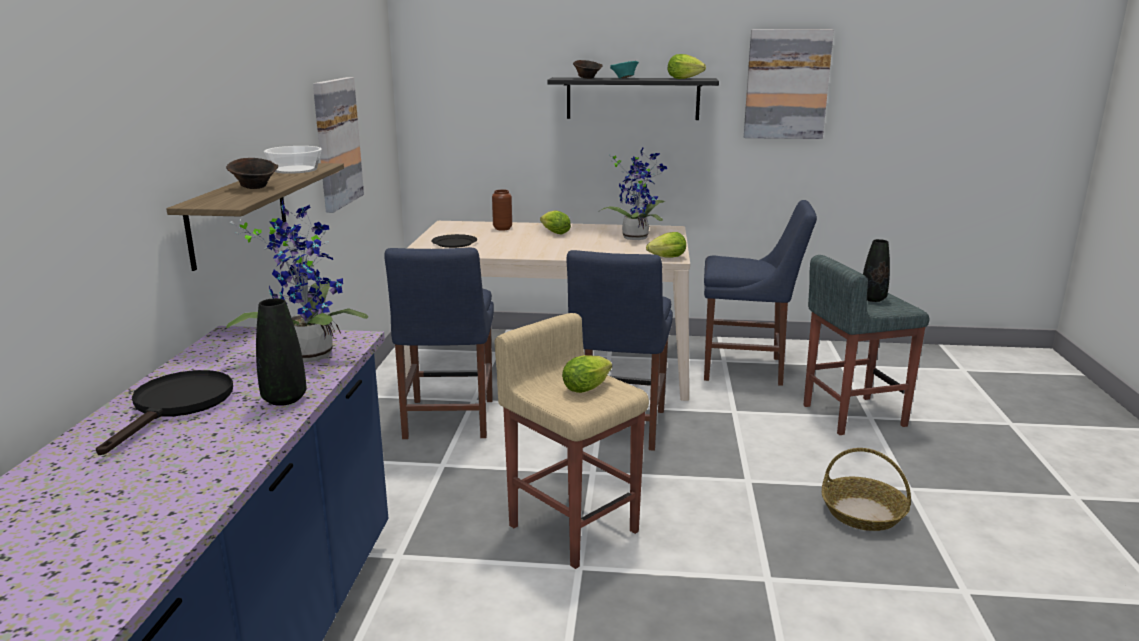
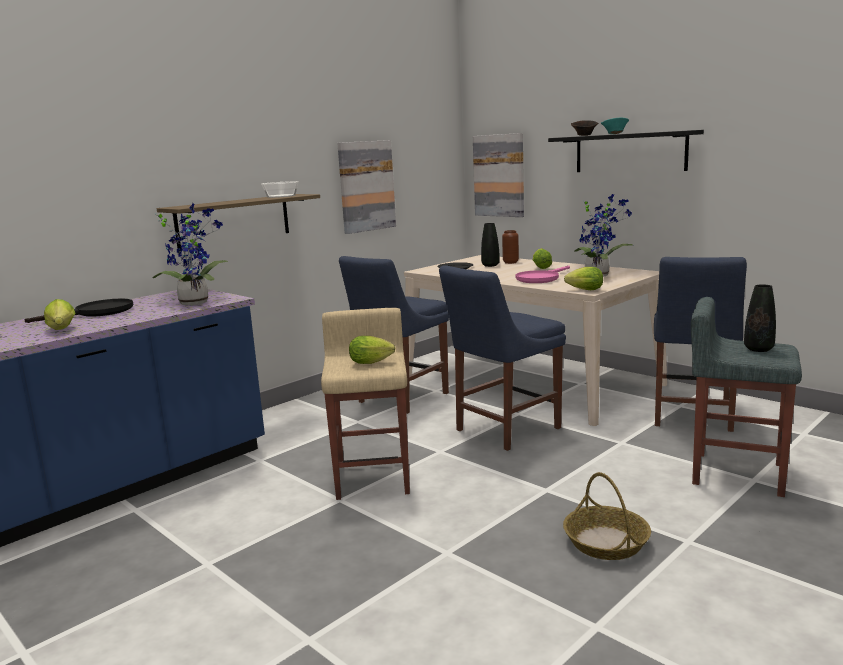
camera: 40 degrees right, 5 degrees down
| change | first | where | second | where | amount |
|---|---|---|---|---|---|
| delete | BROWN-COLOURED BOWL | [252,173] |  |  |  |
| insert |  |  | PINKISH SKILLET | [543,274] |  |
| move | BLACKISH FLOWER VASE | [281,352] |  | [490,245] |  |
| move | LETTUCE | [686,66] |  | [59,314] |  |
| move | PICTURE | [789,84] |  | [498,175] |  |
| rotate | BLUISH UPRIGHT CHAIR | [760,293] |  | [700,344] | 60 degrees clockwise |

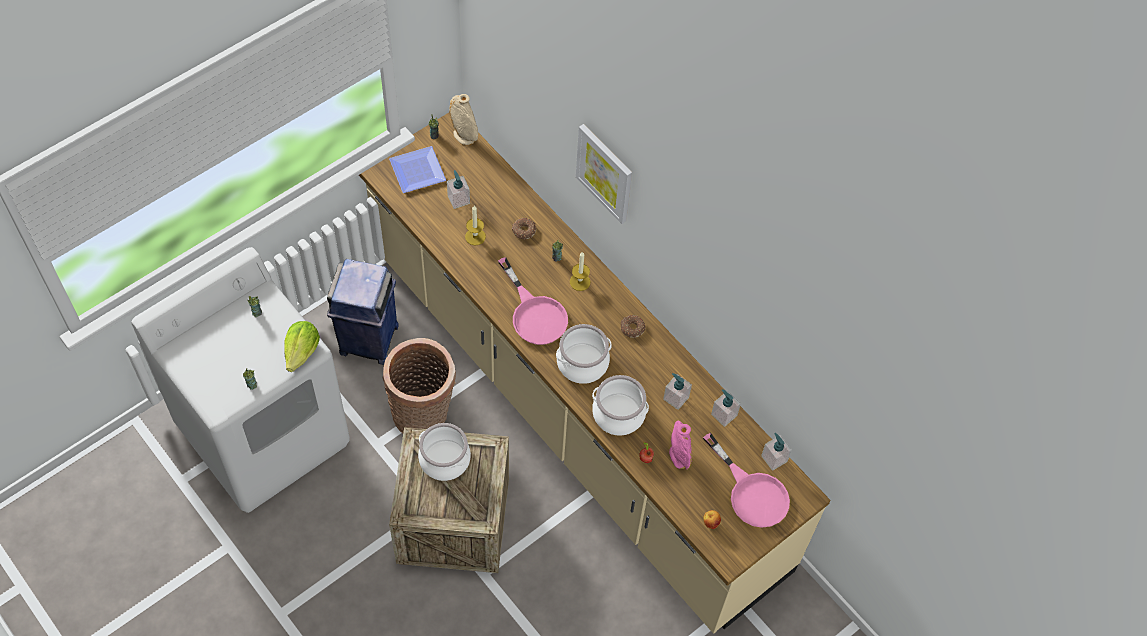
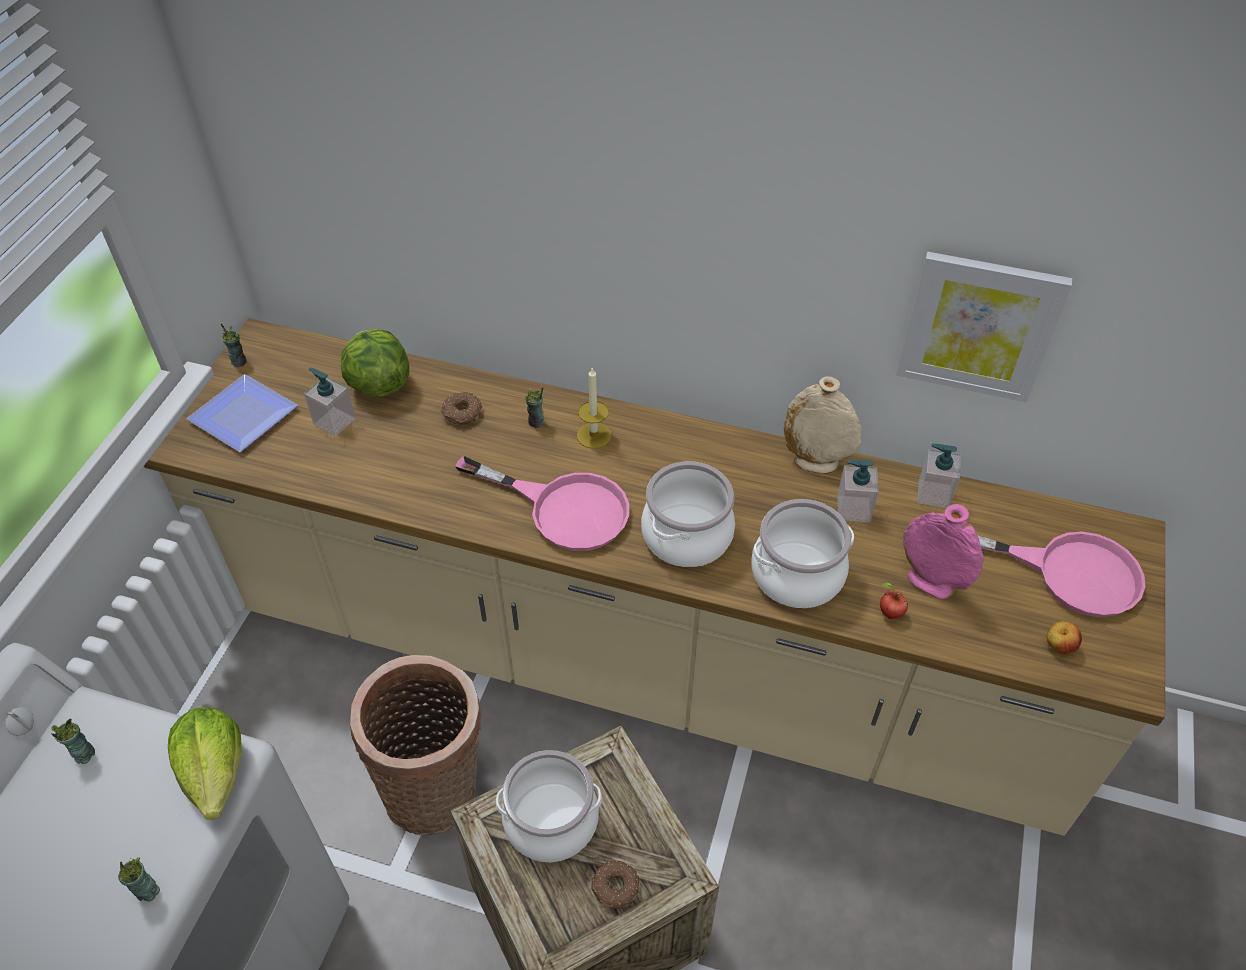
camera: 30 degrees left, 10 degrees down
| change | first | where | second | where | amount |
|---|---|---|---|---|---|
| delete | BLUISH TRASH CAN | [363,312] |  |  |  |
| delete | WAX LIGHT | [475,225] |  |  |  |
| delete | SOAP DISPENSER | [776,452] |  |  |  |
| insert |  |  | LETTUCE | [375,363] |  |
| move | BEIGE-COLOURED FLOWER VASE | [463,119] |  | [822,425] |  |
| move | PICTURE | [604,174] |  | [984,327] |  |
| move | DONUT | [633,326] |  | [615,884] |  |

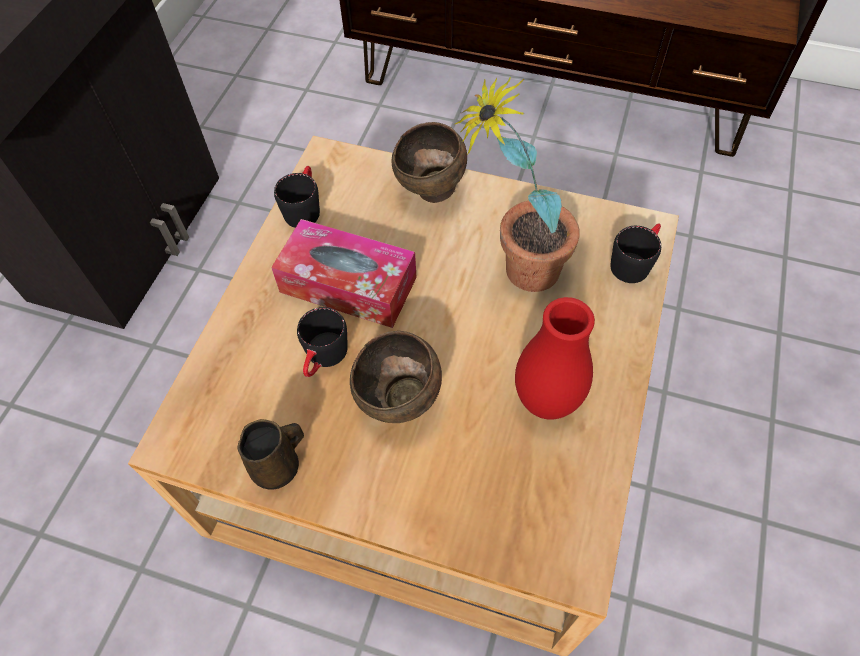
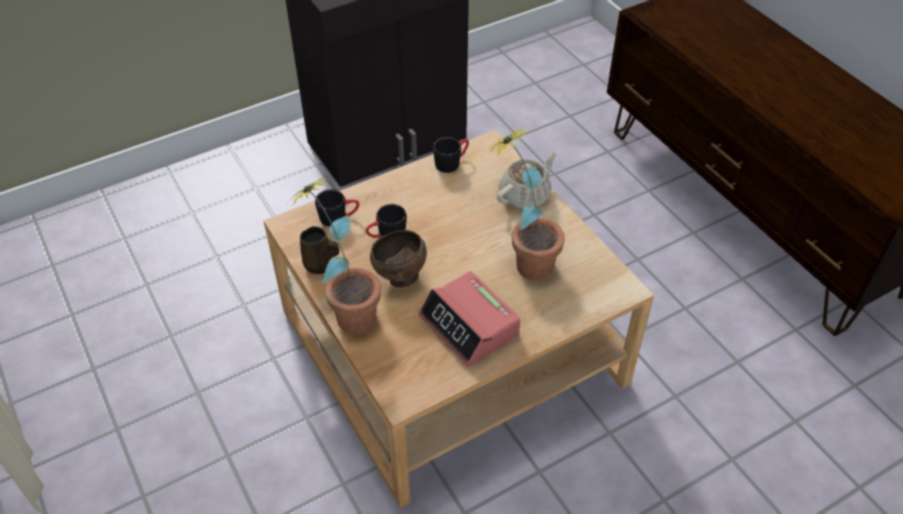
camera: 40 degrees right, 10 degrees down
| change | first | where | second | where | amount |
|---|---|---|---|---|---|
| delete | BOX OF TISSUES | [344,273] |  |  |  |
| insert |  |  | POTTED PLANT | [335,255] |  |
| move | BLACKISH COFFEE MUG | [636,253] |  | [337,208] |  |
| replace | BROWN-COLOURED BOWL | [429,162] | BEIGE-COLOURED TEAPOT | [527,179] |  |
| replace | RED FLOWER VASE | [555,358] | BEDSIDE CLOCK | [470,319] |  |

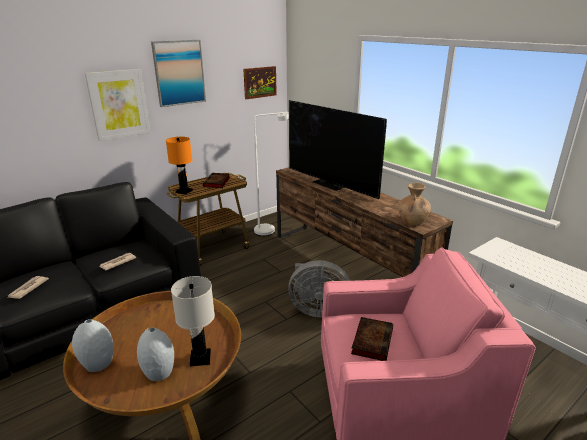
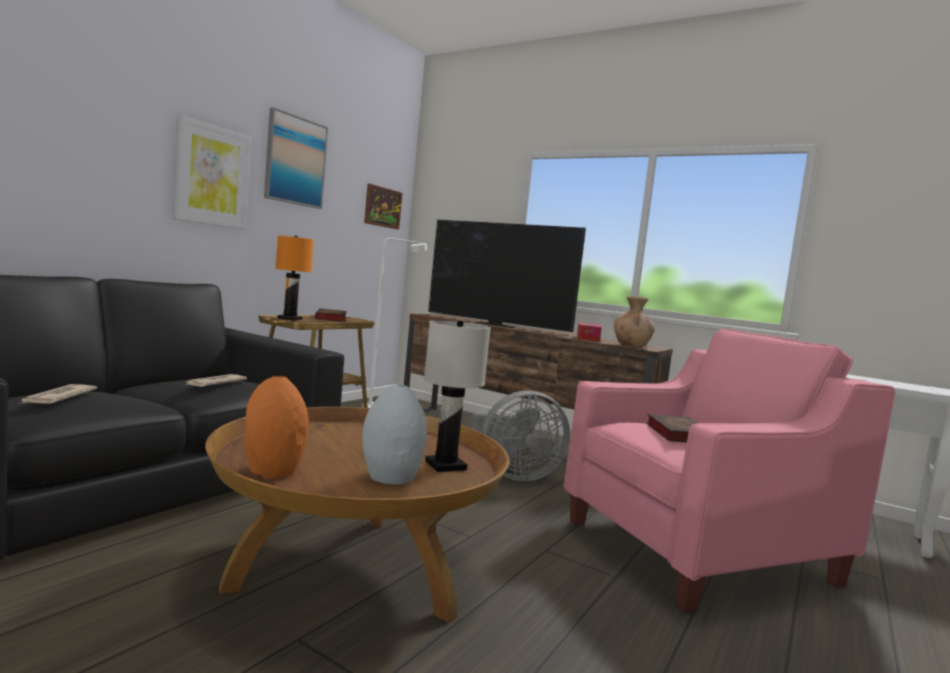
camera: 20 degrees left, 20 degrees down
| change | first | where | second | where | amount |
|---|---|---|---|---|---|
| insert |  |  | BOX OF TISSUES | [589,332] |  |
| recolor | GRAY FLOWER VASE | [93,345] | ORANGE-COLOURED FLOWER VASE | [277,427] |  |

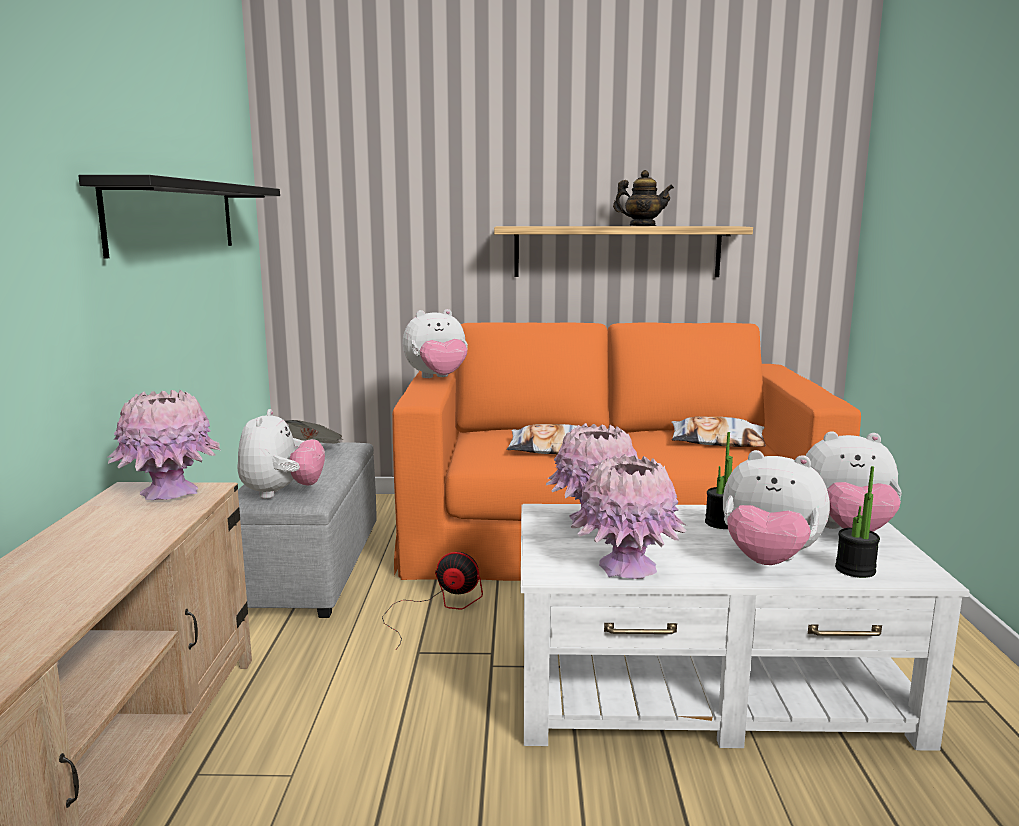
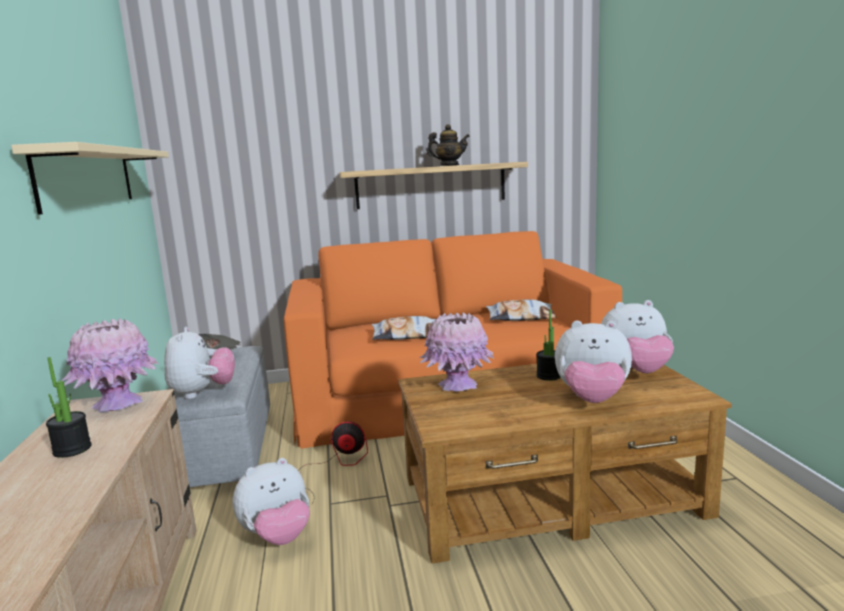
camera: 10 degrees left, 0 degrees up
| change | first | where | second | where | amount |
|---|---|---|---|---|---|
| delete | PINKISH FLOWER VASE | [629,516] |  |  |  |
| move | PLUSH TOY | [435,343] |  | [271,501] |  |
| move | POTTED PLANT | [857,522] |  | [68,407] |  |
| recolor | BLACKISH SHELF | [179,217] | BEIGE-COLOURED SHELF | [90,178] |  |
| recolor | WHITISH LOUNGE TABLE | [745,627] | BROWN-COLOURED LOUNGE TABLE | [565,464] |  |

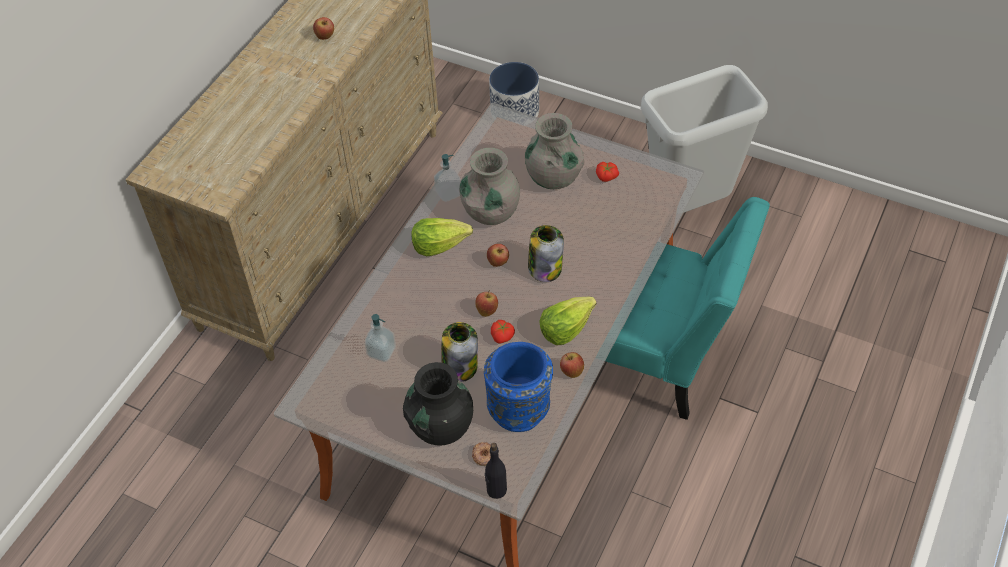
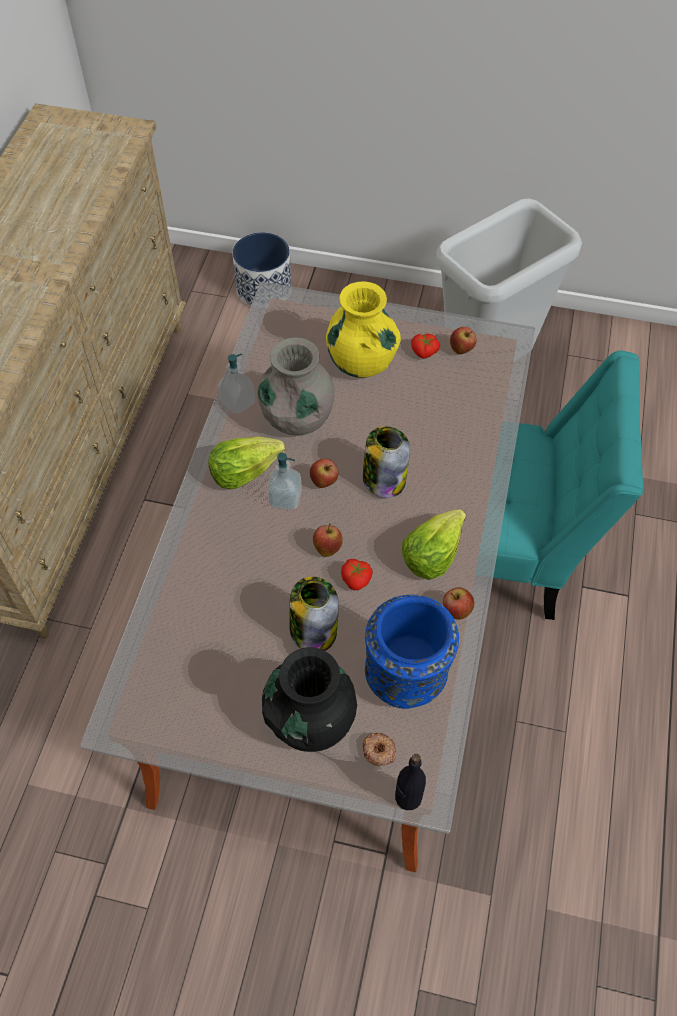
camera: 15 degrees left, 5 degrees up
| change | first | where | second | where | amount |
|---|---|---|---|---|---|
| move | APPLE | [323,28] |  | [463,340] |  |
| move | SOAP DISPENSER | [380,338] |  | [284,481] |  |
| recolor | GRAY FLOWER VASE | [554,151] | YELLOW FLOWER VASE | [363,329] |  |

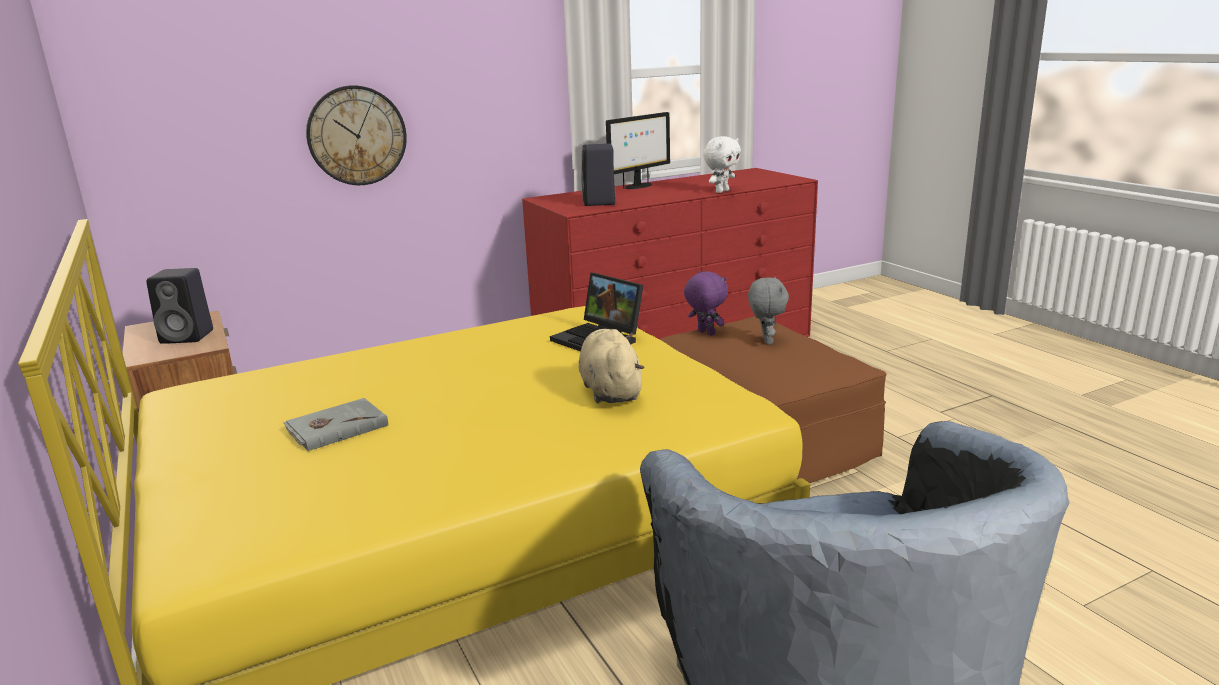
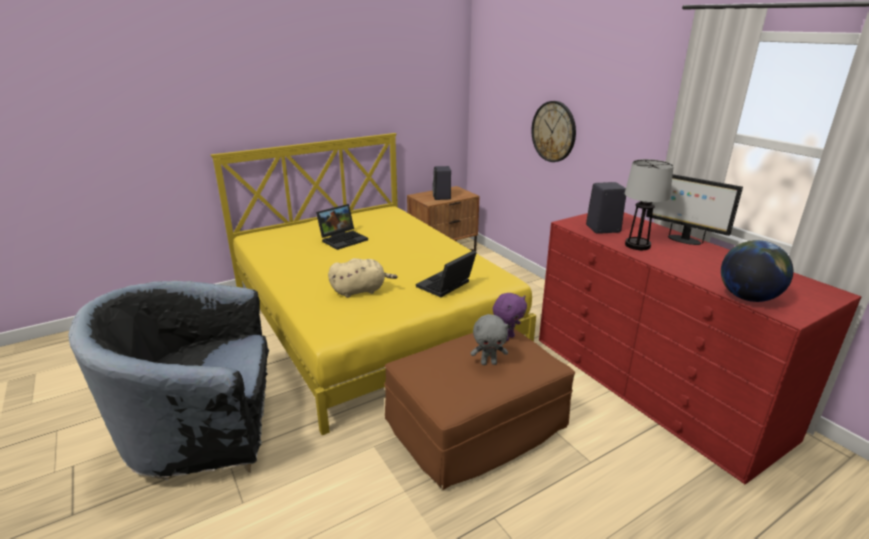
camera: 85 degrees right, 5 degrees up
| change | first | where | second | where | amount |
|---|---|---|---|---|---|
| delete | WHITISH PLUSH TOY | [722,164] |  |  |  |
| insert |  |  | TABLE LAMP | [649,204] |  |
| insert |  |  | WORLD GLOBE | [757,271] |  |
| replace | GRAY VOLUME | [335,424] | PORTABLE COMPUTER | [342,227] |  |

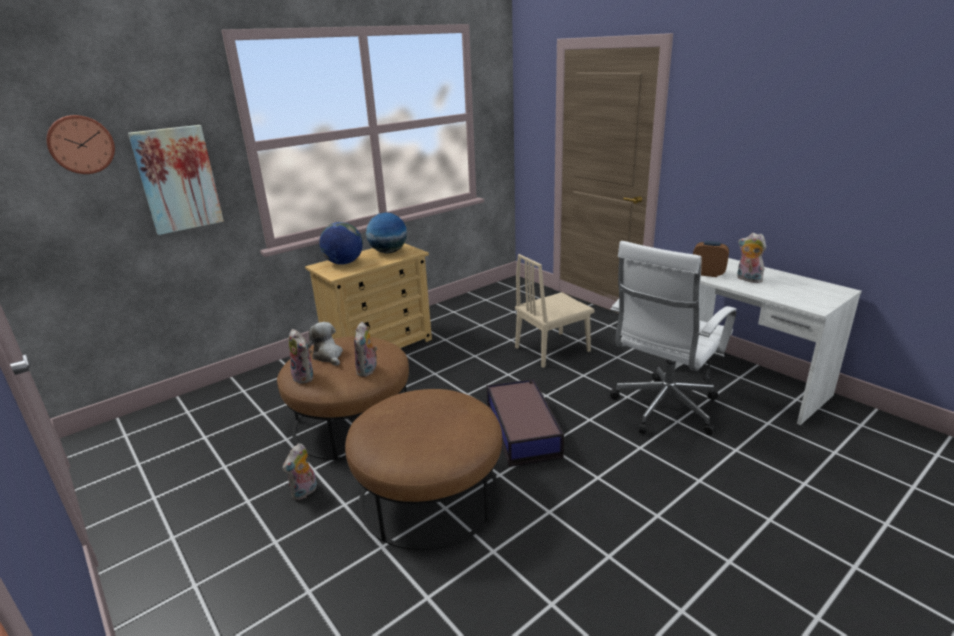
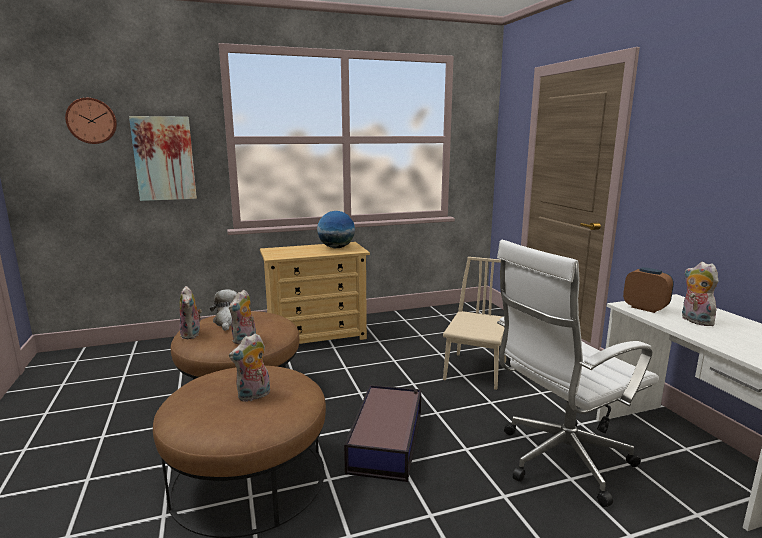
camera: 20 degrees right, 10 degrees down
| change | first | where | second | where | amount |
|---|---|---|---|---|---|
| delete | WORLD GLOBE | [341,243] |  |  |  |
| move | PLUSH TOY | [299,471] |  | [249,367] |  |
| rotate | BEIGE-COLOURED UPRIGHT CHAIR | [555,311] |  | [474,323] | 120 degrees clockwise |

